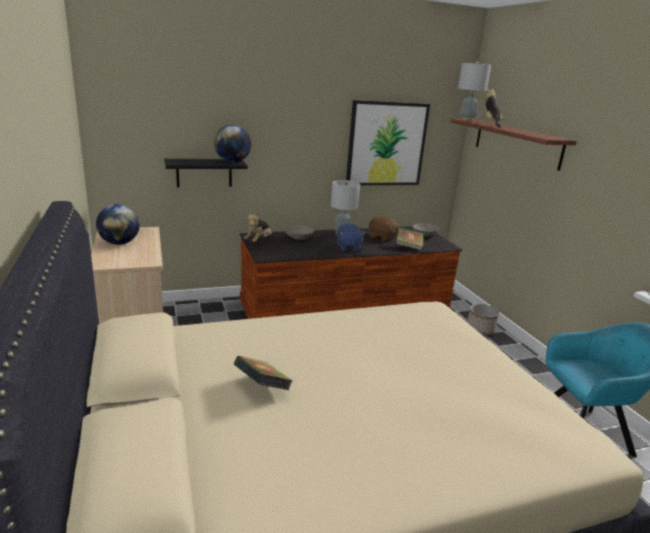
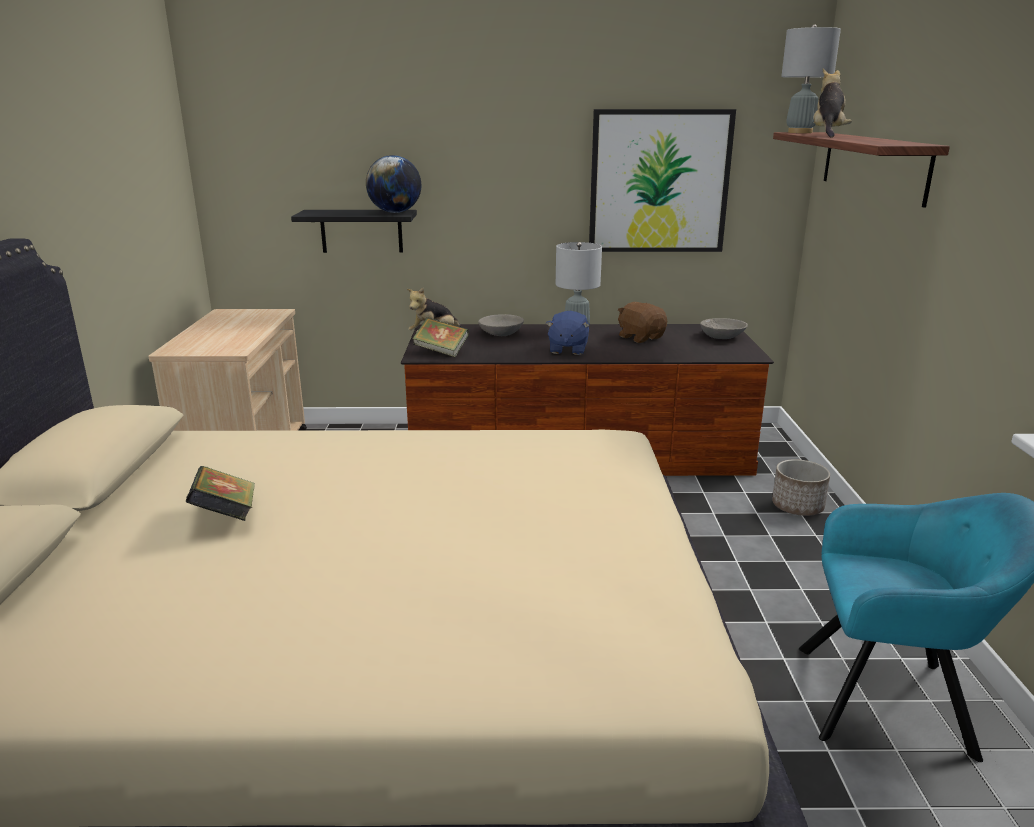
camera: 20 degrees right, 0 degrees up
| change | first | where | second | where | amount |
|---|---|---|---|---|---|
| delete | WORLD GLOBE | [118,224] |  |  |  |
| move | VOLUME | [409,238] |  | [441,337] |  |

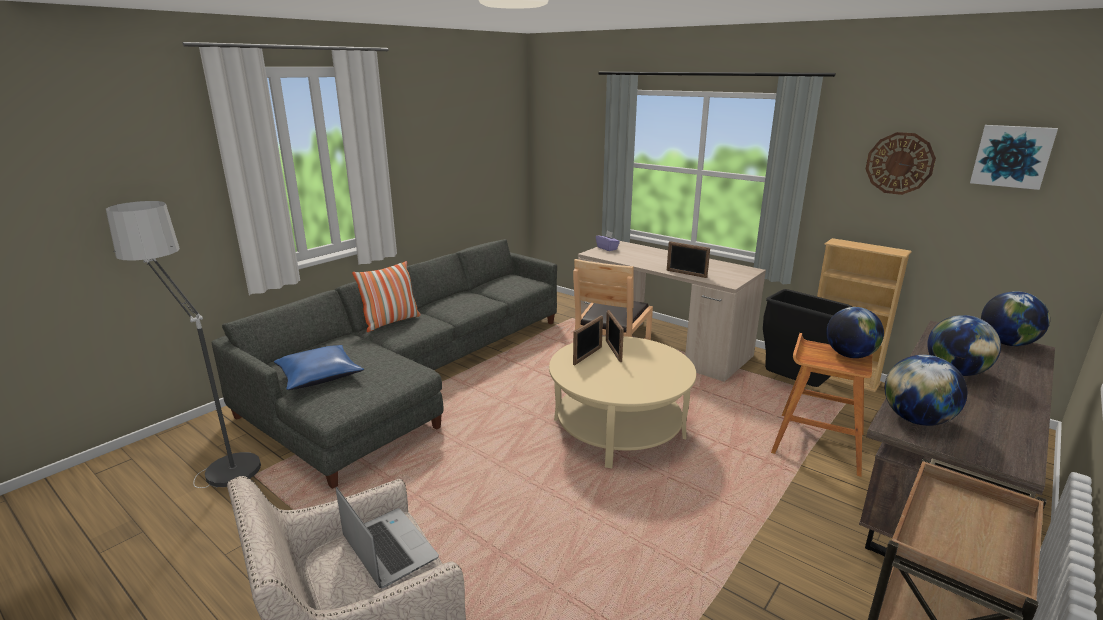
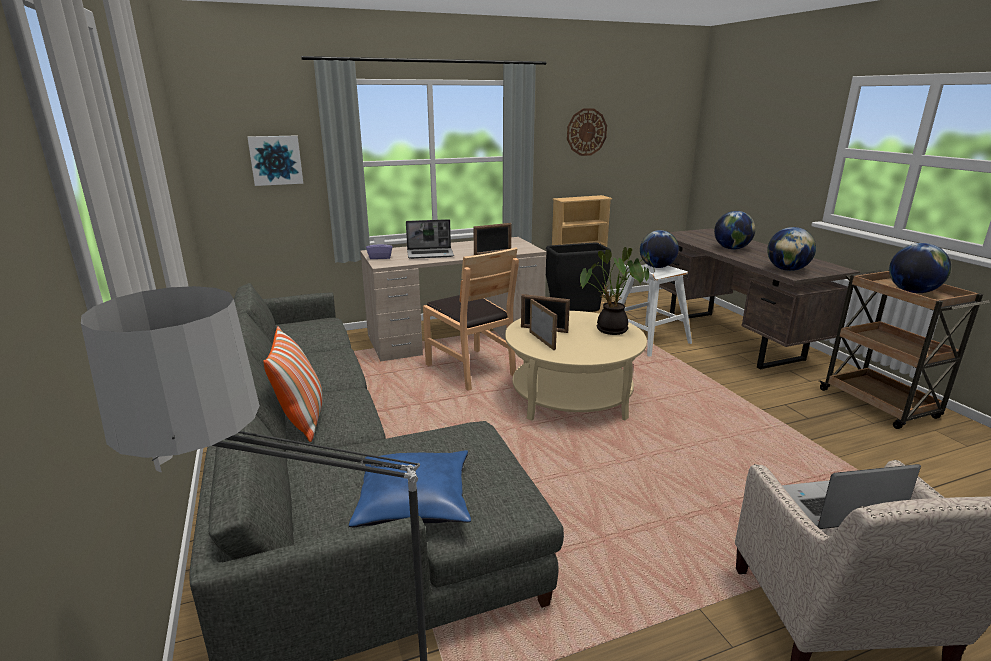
camera: 60 degrees left, 0 degrees up
| change | first | where | second | where | amount |
|---|---|---|---|---|---|
| insert |  |  | PORTABLE COMPUTER | [430,239] |  |
| insert |  |  | POTTED PLANT | [617,291] |  |
| move | PICTURE | [1014,157] |  | [275,161] |  |
| move | WORLD GLOBE | [1015,318] |  | [920,268] |  |
| recolor | BROWN-COLOURED STOOL | [821,405] | WHITISH STOOL | [655,310] |  |

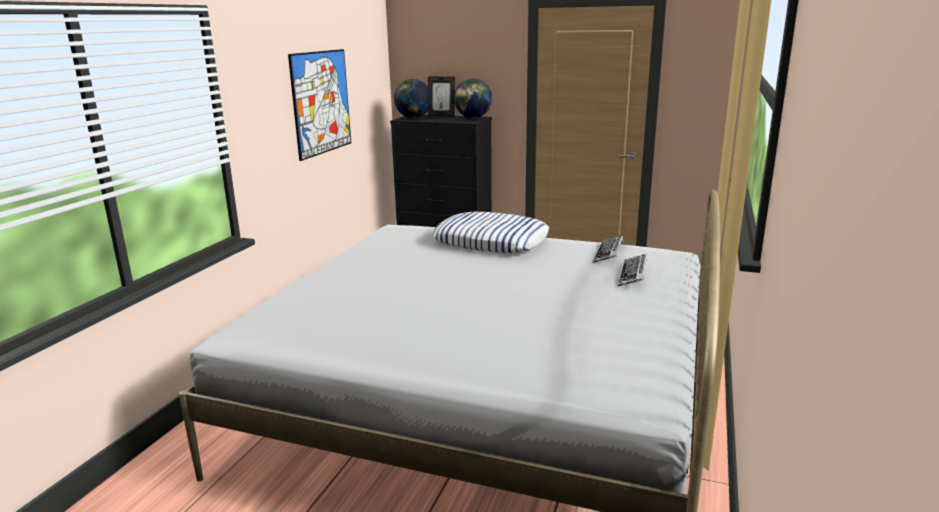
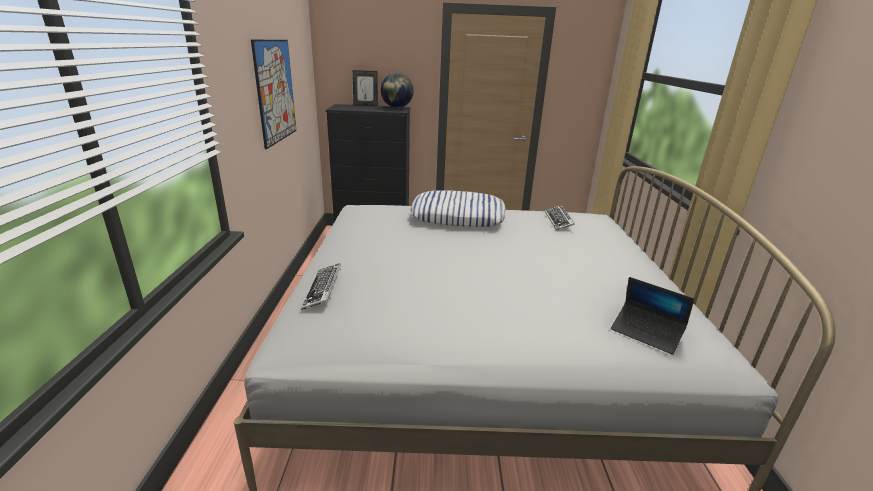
camera: 20 degrees left, 5 degrees up
| change | first | where | second | where | amount |
|---|---|---|---|---|---|
| delete | WORLD GLOBE | [413,98] |  |  |  |
| insert |  |  | PORTABLE COMPUTER | [652,316] |  |
| move | PC KEYBOARD | [632,270] |  | [321,286] |  |

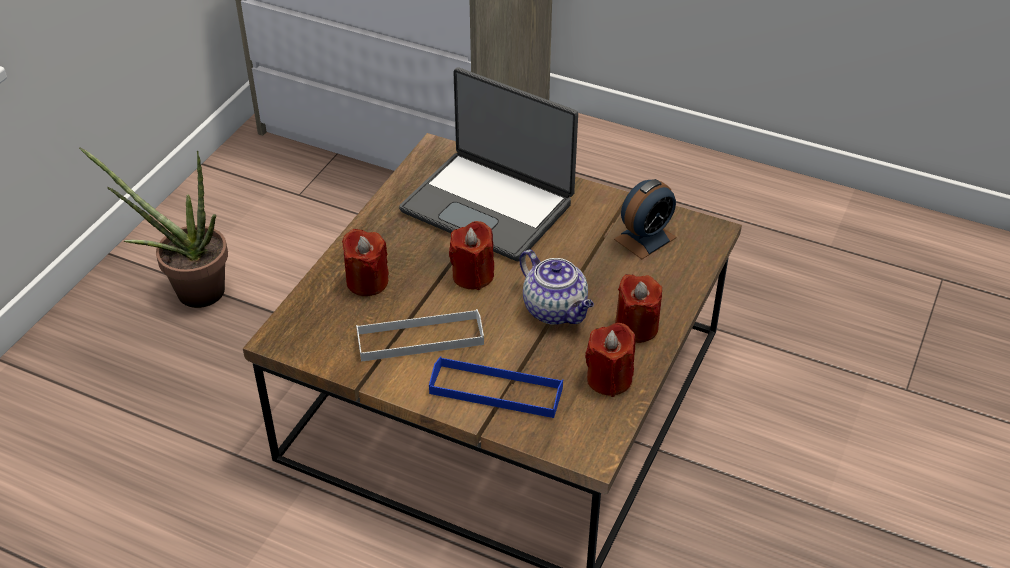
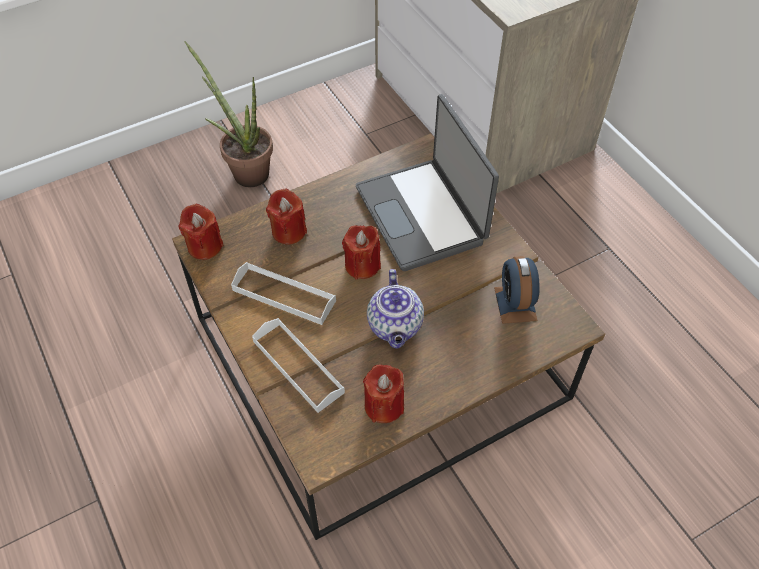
camera: 35 degrees right, 10 degrees up
| change | first | where | second | where | amount |
|---|---|---|---|---|---|
| move | RED WAX LIGHT | [638,308] |  | [201,231] |  |
| recolor | BLUISH CARRYING TRAY | [496,387] | WHITISH CARRYING TRAY | [298,365] |  |
| rotate | BEDSIDE CLOCK | [645,219] |  | [517,290] | 90 degrees clockwise |

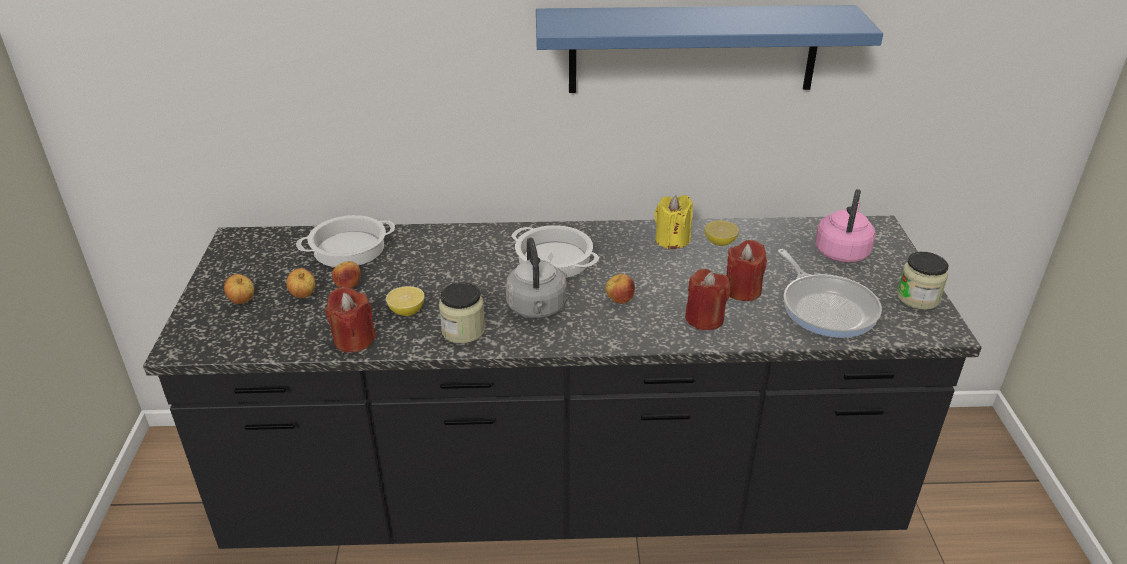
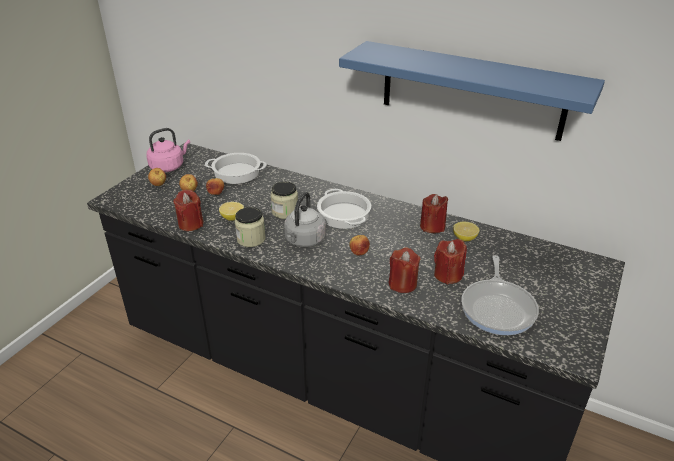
camera: 30 degrees right, 0 degrees up
| change | first | where | second | where | amount |
|---|---|---|---|---|---|
| move | PINKISH TEA KETTLE | [845,226] |  | [168,150] |  |
| move | PRESERVE JAR | [922,281] |  | [284,200] |  |
| recolor | YELLOW WAX LIGHT | [673,222] | RED WAX LIGHT | [434,213] |  |

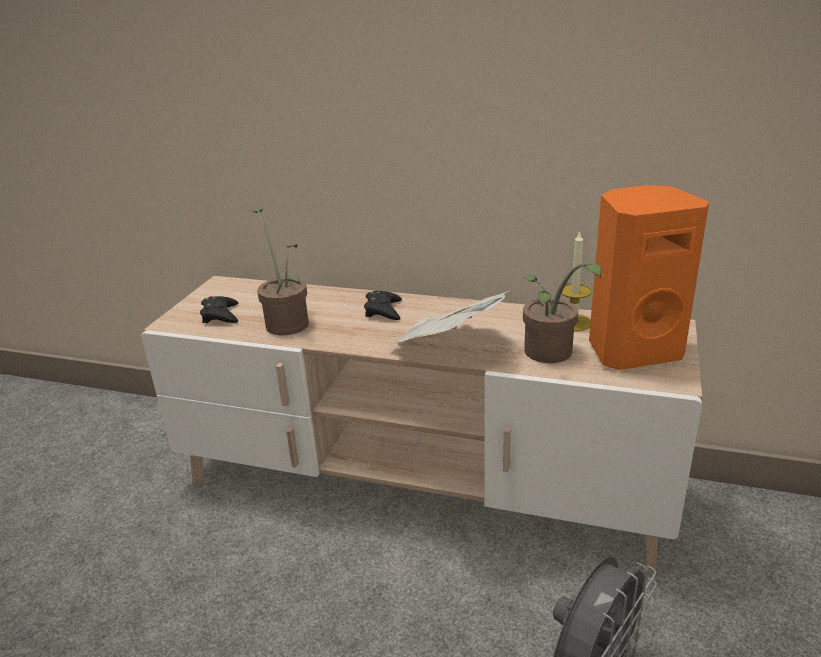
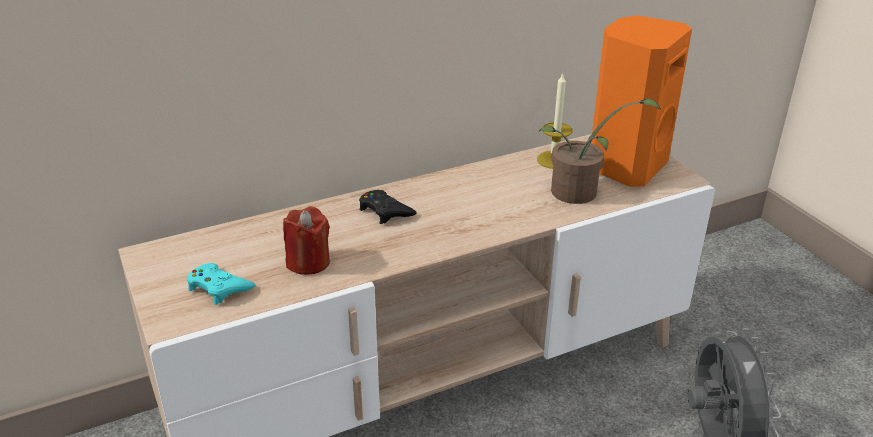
camera: 45 degrees left, 5 degrees up
| change | first | where | second | where | amount |
|---|---|---|---|---|---|
| delete | NEWSPAPER | [449,318] |  |  |  |
| replace | POTTED PLANT | [280,271] | RED WAX LIGHT | [306,240] |  |
| recolor | BLACKISH GAMEPAD | [219,309] | TURQUOISE GAMEPAD | [221,284] |  |

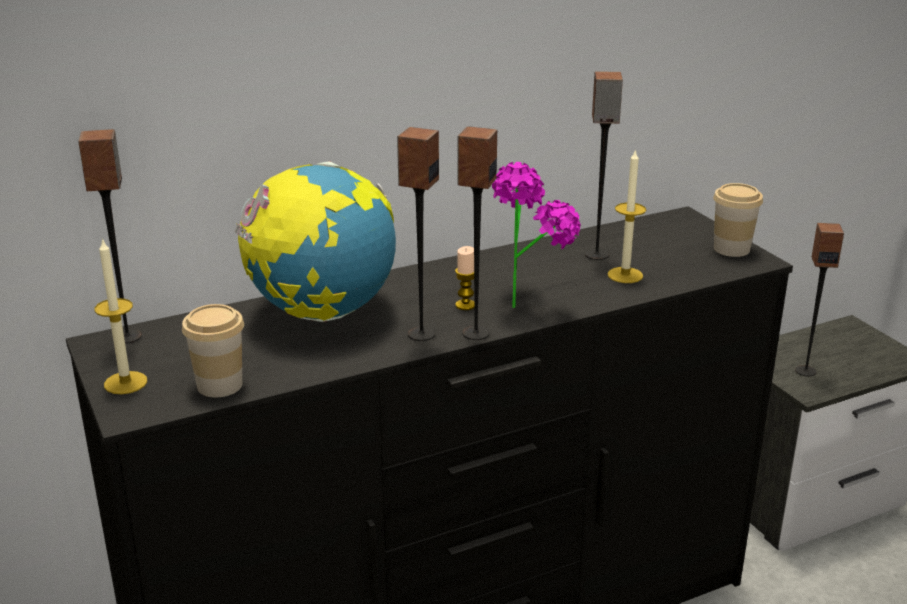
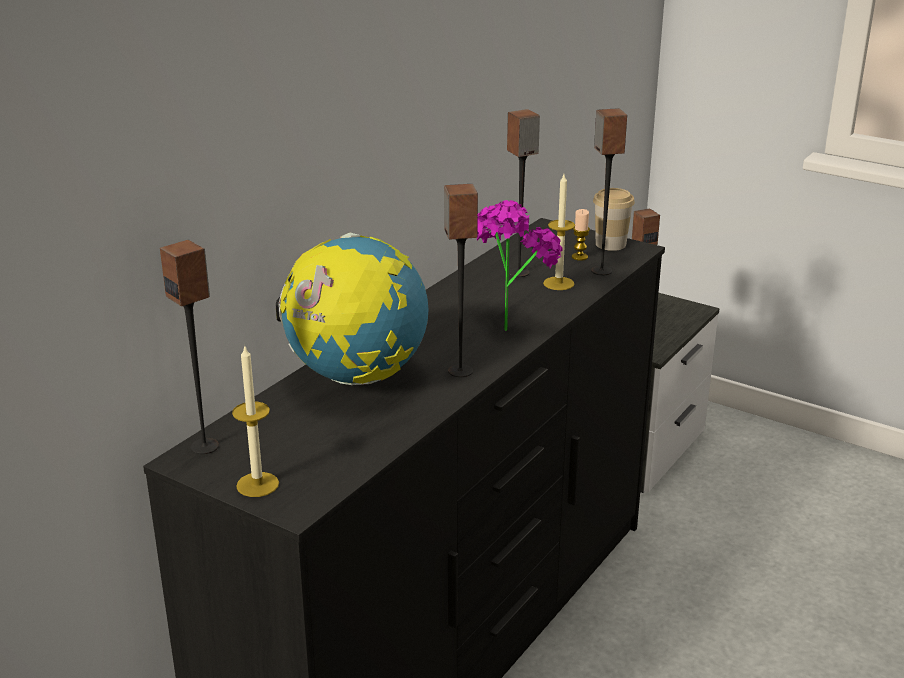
camera: 30 degrees left, 0 degrees up
| change | first | where | second | where | amount |
|---|---|---|---|---|---|
| delete | CUP | [213,350] |  |  |  |
| move | WAX LIGHT | [465,278] |  | [581,235] |  |
| move | AUDIO SPEAKER | [477,233] |  | [609,191] |  |

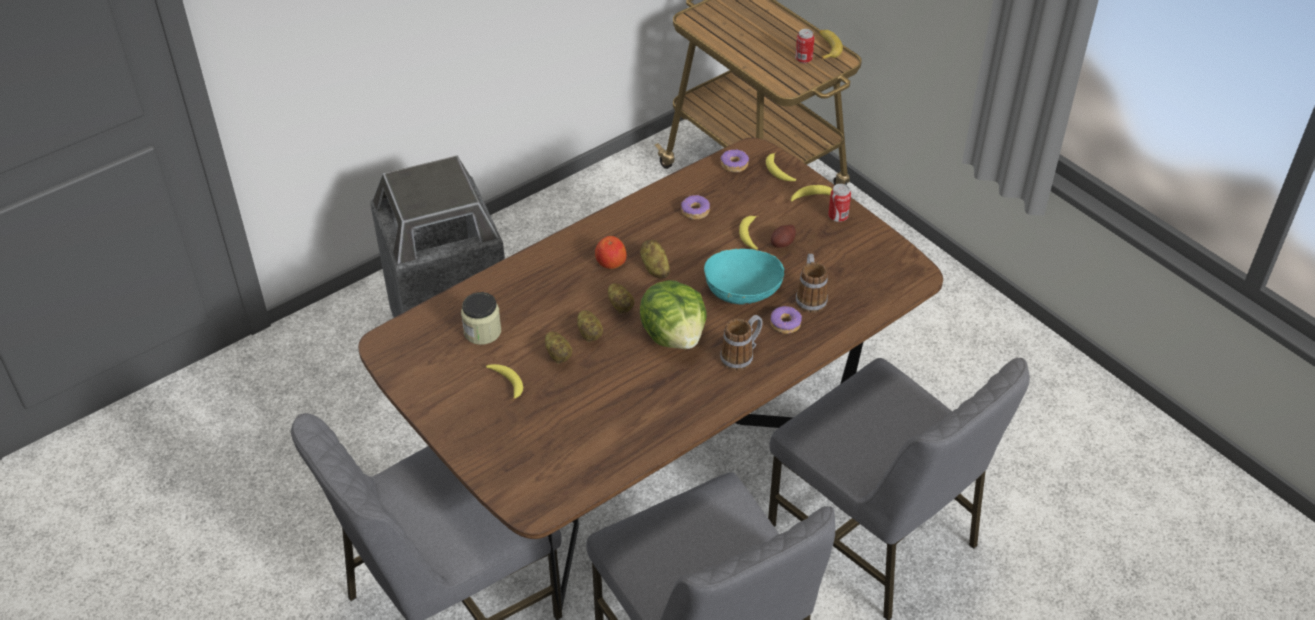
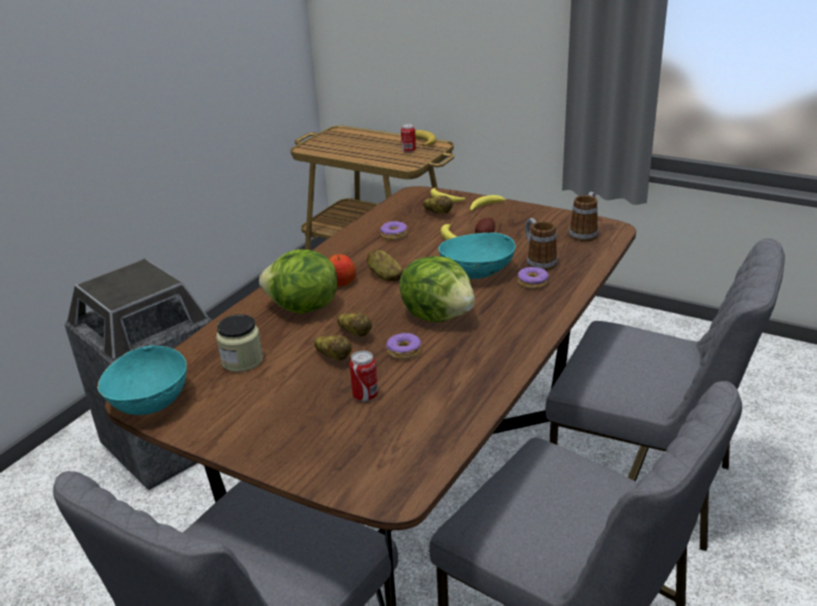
camera: 20 degrees left, 15 degrees down
| change | first | where | second | where | amount |
|---|---|---|---|---|---|
| delete | BANANA FRUIT | [504,382] |  |  |  |
| insert |  |  | TURQUOISE BOWL | [142,380] |  |
| insert |  |  | LETTUCE | [298,281] |  |
| move | POTATO | [621,298] |  | [438,204] |  |
| move | DONUT | [734,160] |  | [403,346] |  |
| move | COFFEE MUG | [741,342] |  | [583,217] |  |
| move | CAN | [839,203] |  | [363,376] |  |

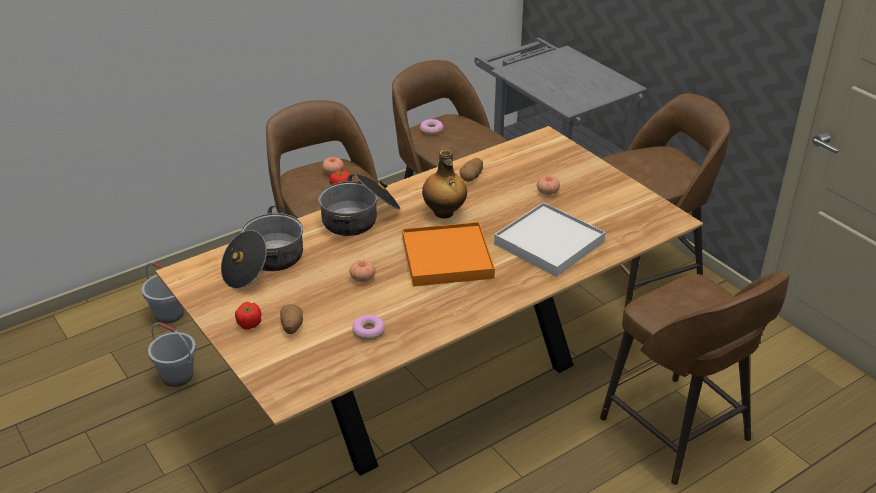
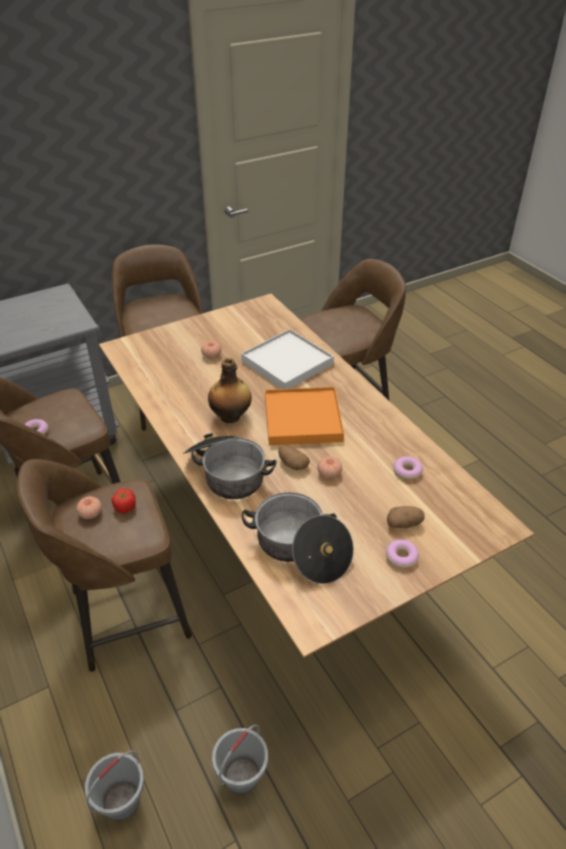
camera: 85 degrees left, 5 degrees up
| change | first | where | second | where | amount |
|---|---|---|---|---|---|
| move | POTATO | [471,170] |  | [294,457] |  |
| replace | FRESH TOMATO | [248,316] | DONUT | [402,553] |  |

